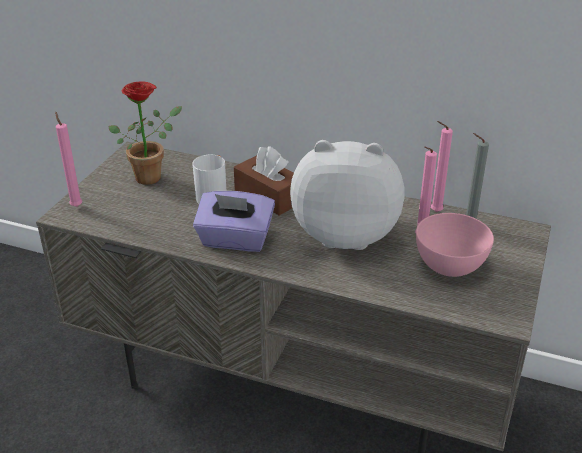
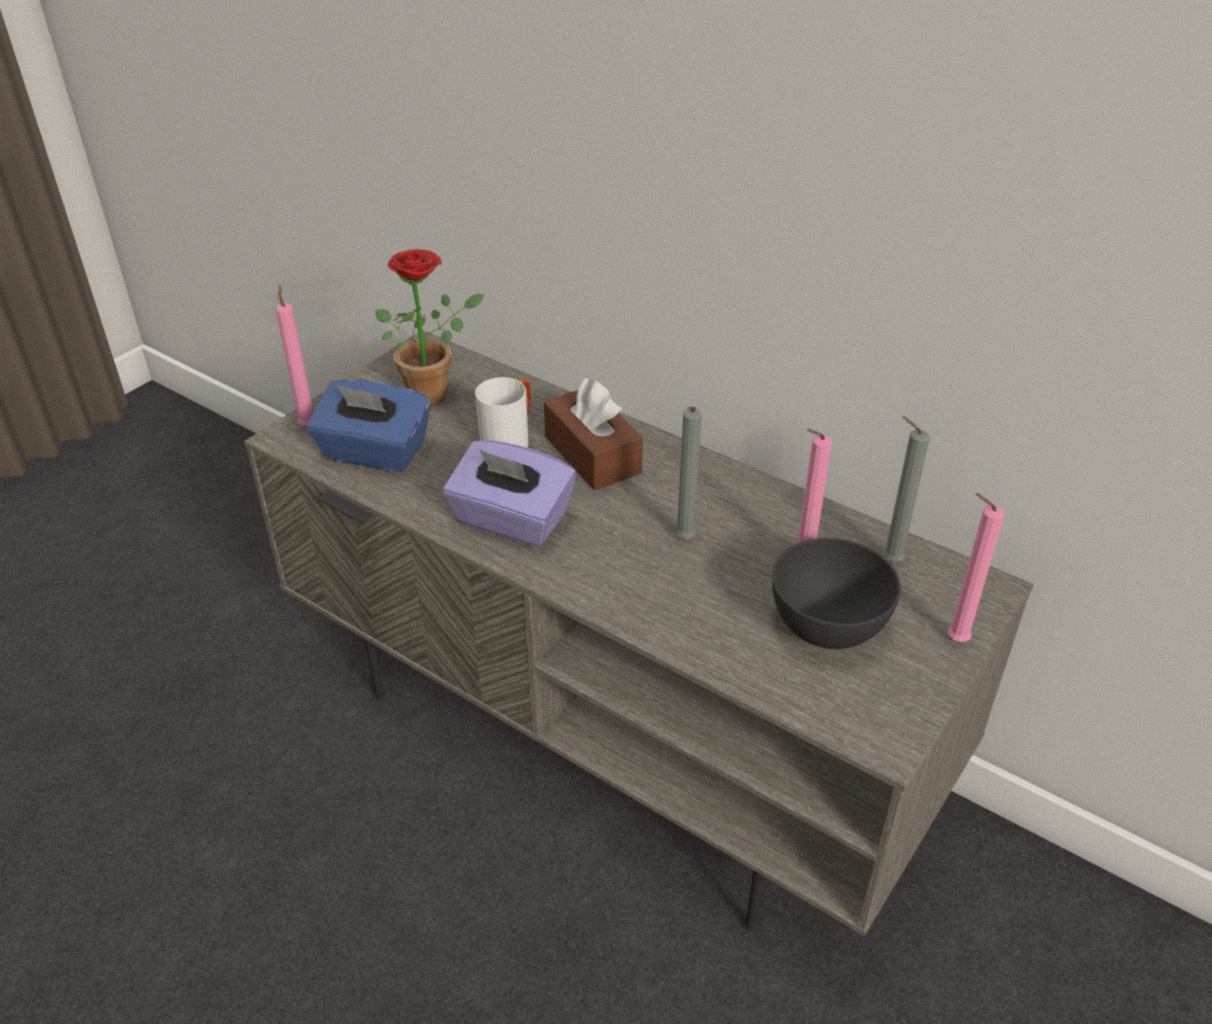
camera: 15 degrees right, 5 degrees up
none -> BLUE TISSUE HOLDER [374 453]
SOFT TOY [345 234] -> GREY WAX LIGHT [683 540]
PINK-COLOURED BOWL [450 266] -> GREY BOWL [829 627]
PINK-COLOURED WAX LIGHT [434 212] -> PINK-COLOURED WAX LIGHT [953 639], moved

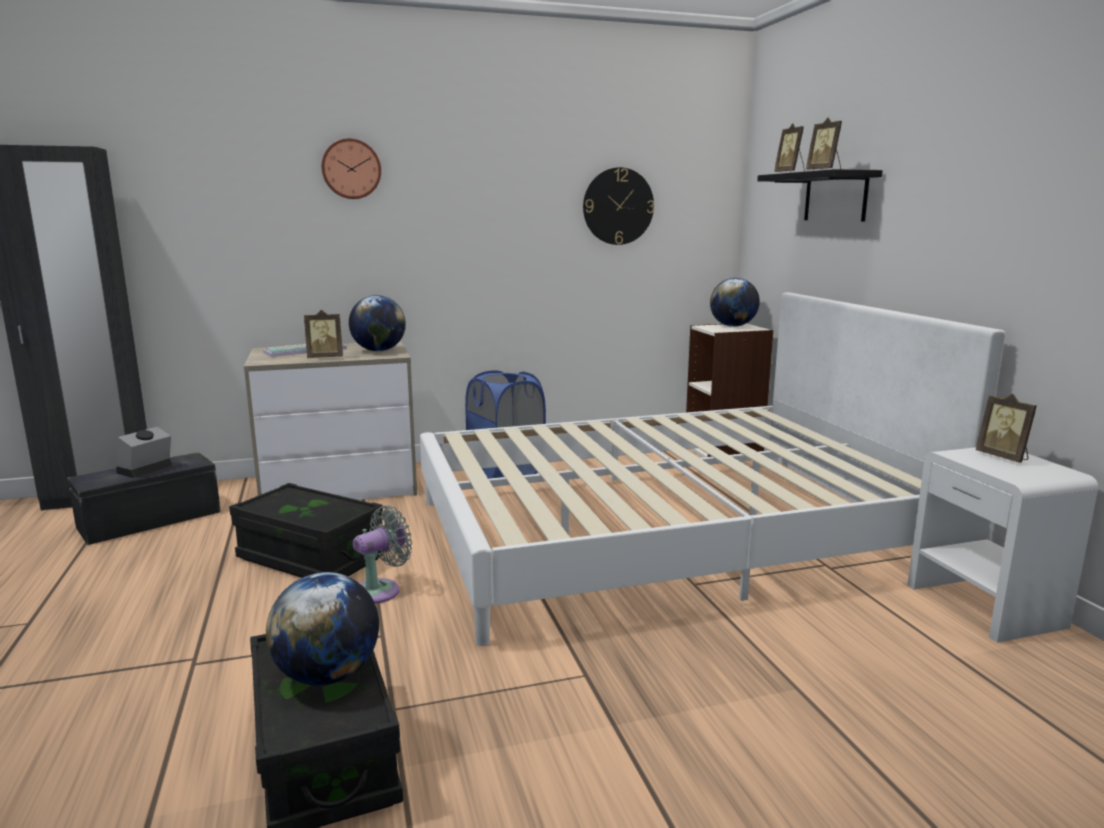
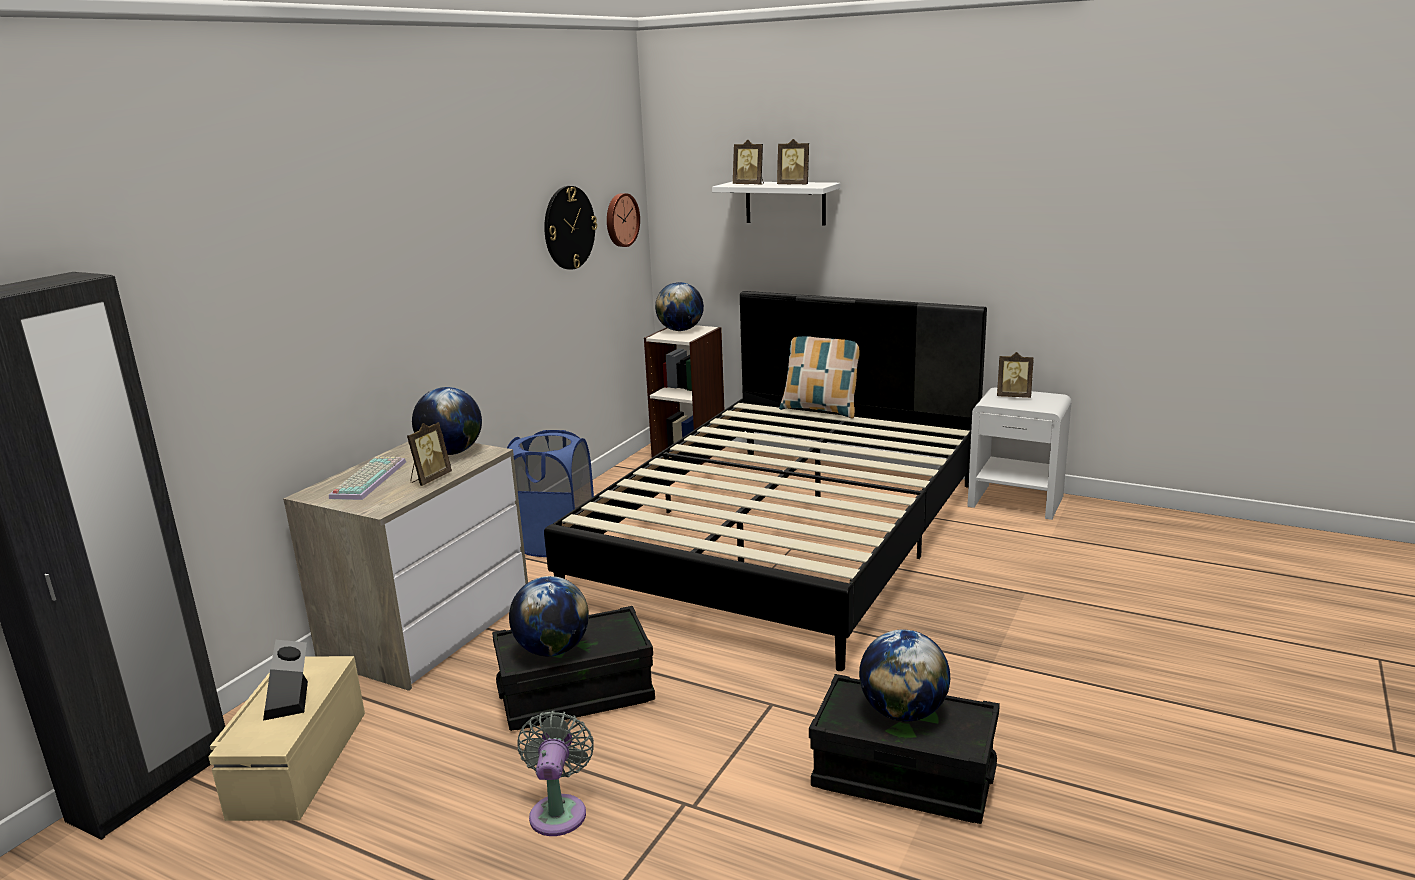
camera: 45 degrees left, 5 degrees up
BLACK STORAGE BIN [149 519] -> BEIGE-COLOURED STORAGE BIN [297 763]
none -> GLOBE [552 650]
GREY ELECTRIC FAN [381 590] -> GREY ELECTRIC FAN [559 811], moved
WHITE SLEEPING BED [667 533] -> BLACK SLEEPING BED [787 537]
HANGING CLOCK [351 169] -> HANGING CLOCK [620 220], moved
BLACK BRACKET SHELF [835 197] -> WHITE BRACKET SHELF [785 203]
none -> CUSHION [821 410]

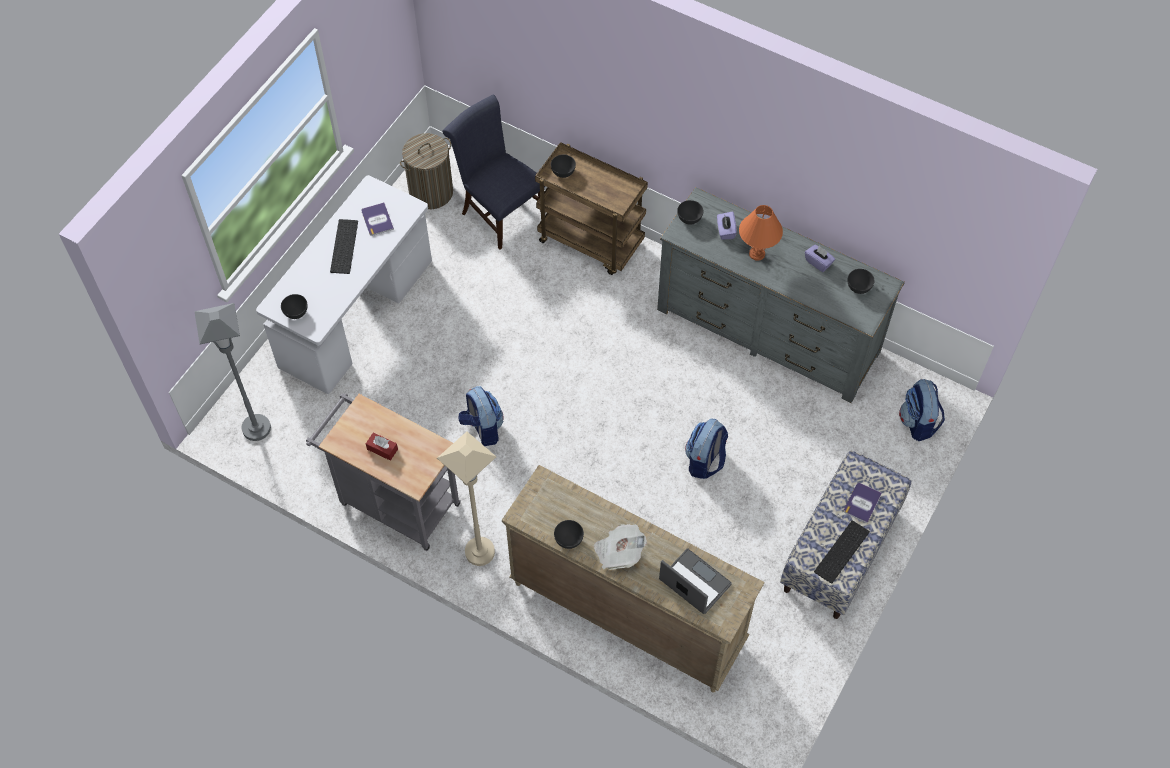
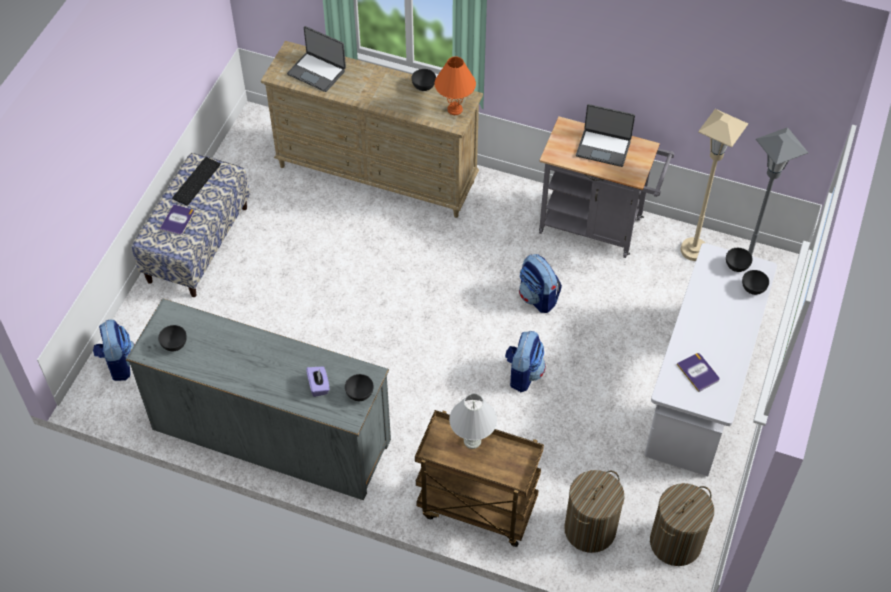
camera: 170 degrees right, 5 degrees down
ORANGE-COLOURED TABLETOP LAMP [757 254] -> ORANGE-COLOURED TABLETOP LAMP [454 109], moved
none -> WHITE TABLETOP LAMP [472 440]
KNAPSACK [705 461] -> KNAPSACK [523 373], moved
BLUE PLAIN CHAIR [499 212] -> LAUNDRY BASKET [590 529]
RED TISSUE HOLDER [382 449] -> PORTABLE COMPUTER [603 148]
BEIGE-COLOURED STANDING LAMP [479 552] -> BEIGE-COLOURED STANDING LAMP [693 250], moved
GREY BOWL [563 172] -> GREY BOWL [753 289], moved
KEYBOARD [343 246] -> none
DAILY PAPER [619 552] -> none
PURPLE TISSUE HOLDER [818 262] -> none

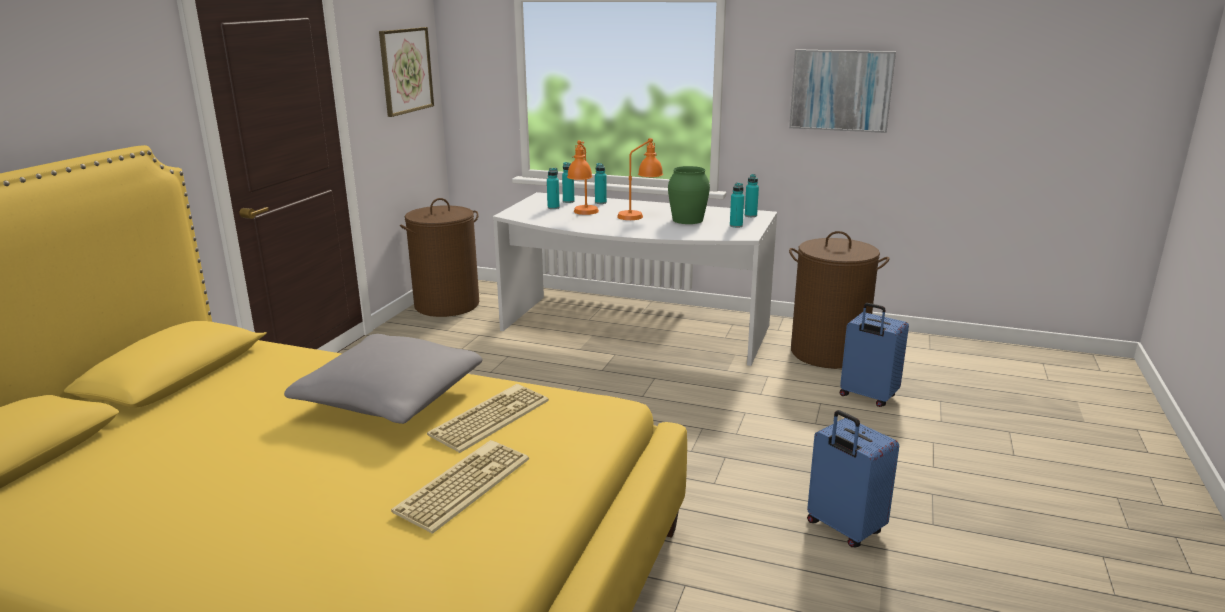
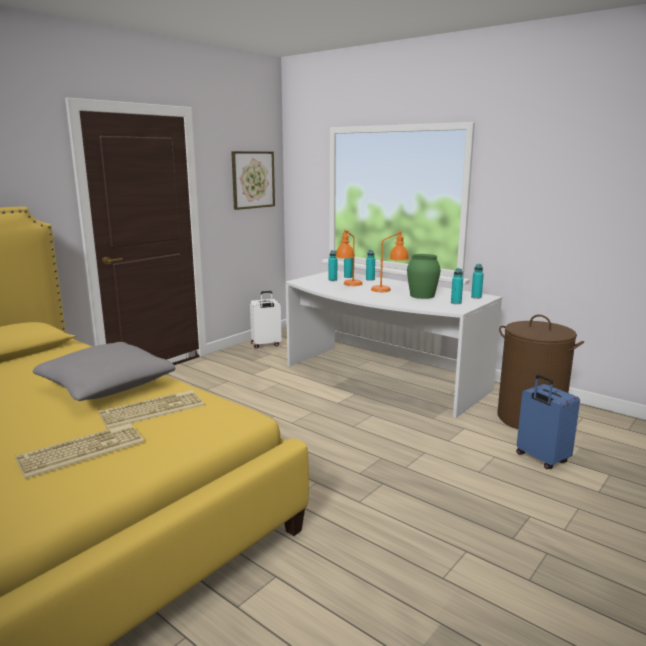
camera: 20 degrees right, 5 degrees down
BROWN-COLOURED LAUNDRY BASKET [447 305] -> WHITE TRAVEL CASE [266 345]
WALL ART [841 90] -> none
BLUE TRAVEL CASE [843 529] -> none

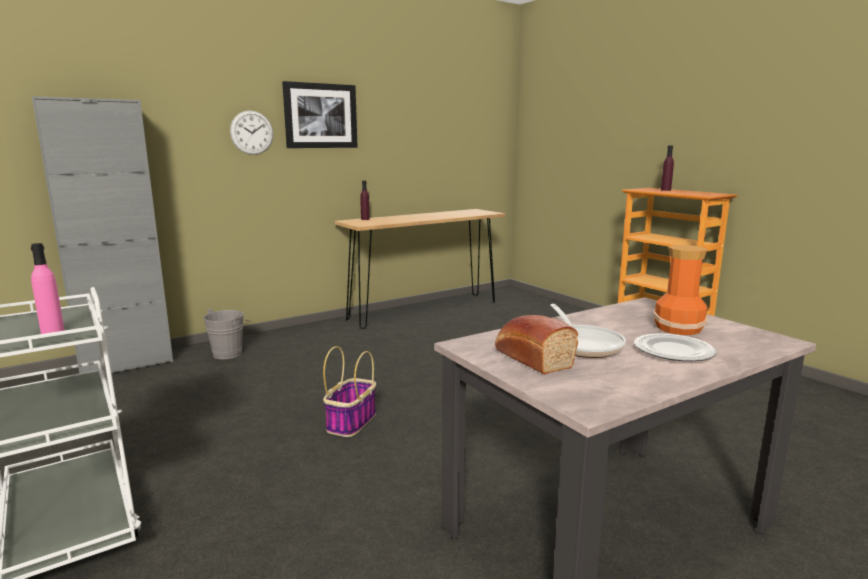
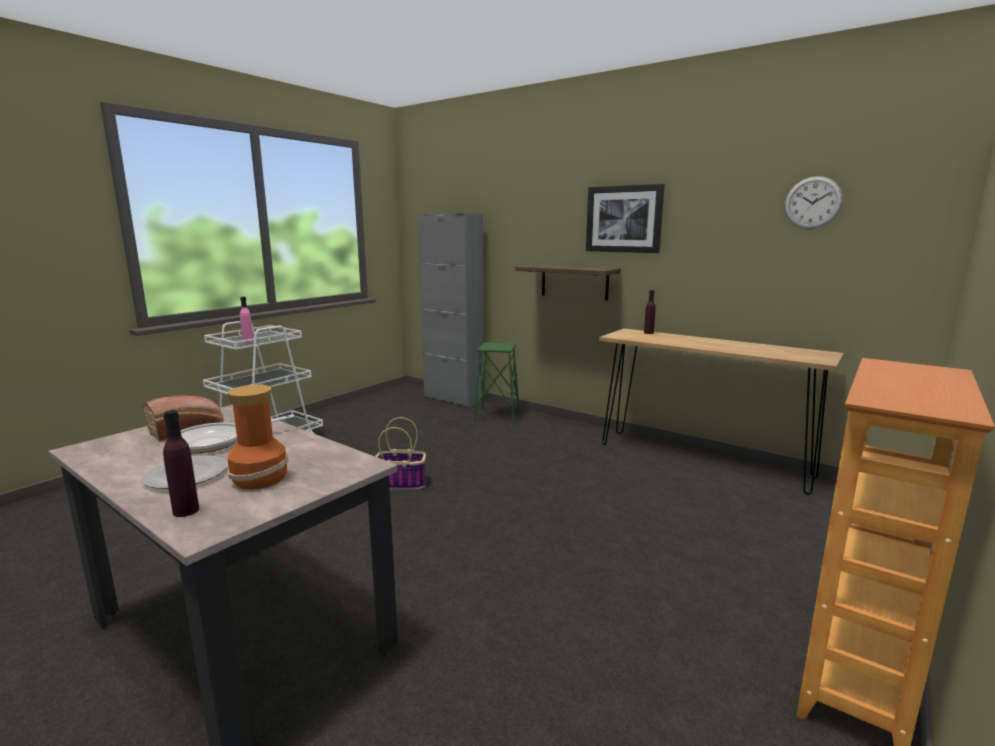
camera: 70 degrees right, 0 degrees up
PURPLE DRINK BOTTLE [665 190] -> PURPLE DRINK BOTTLE [186 511], moved
GREY WATER BUCKET [230 353] -> GREENISH STOOL SEAT [497 416]
none -> BRACKET SHELF [574 282]
HANGING CLOCK [252 132] -> HANGING CLOCK [812 203], moved

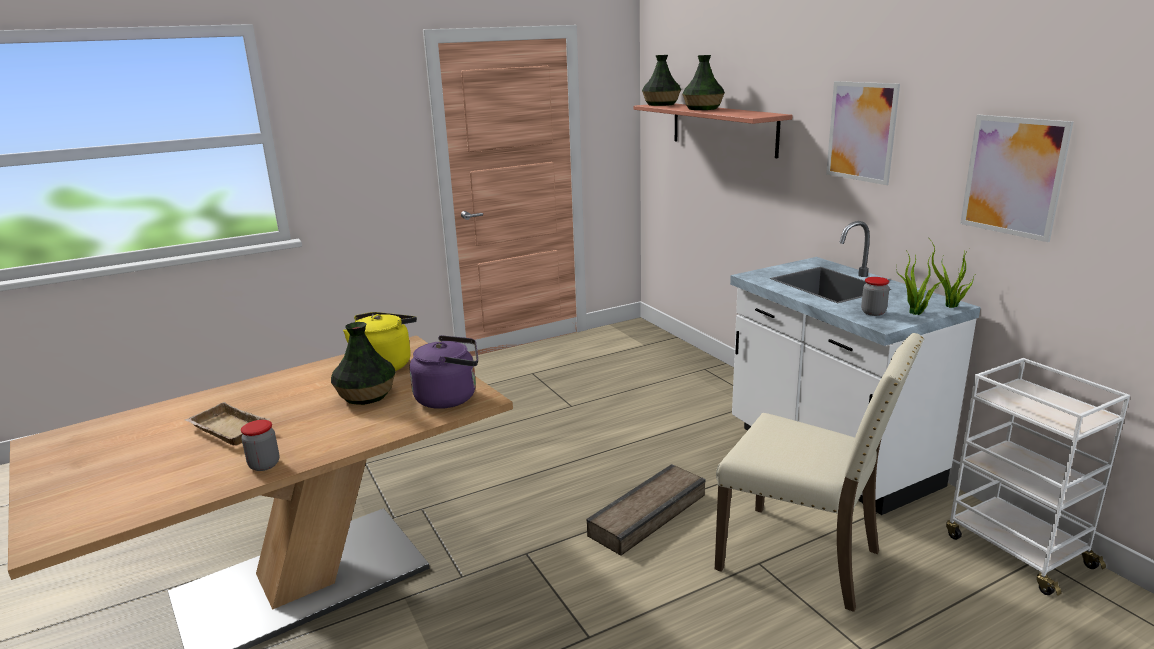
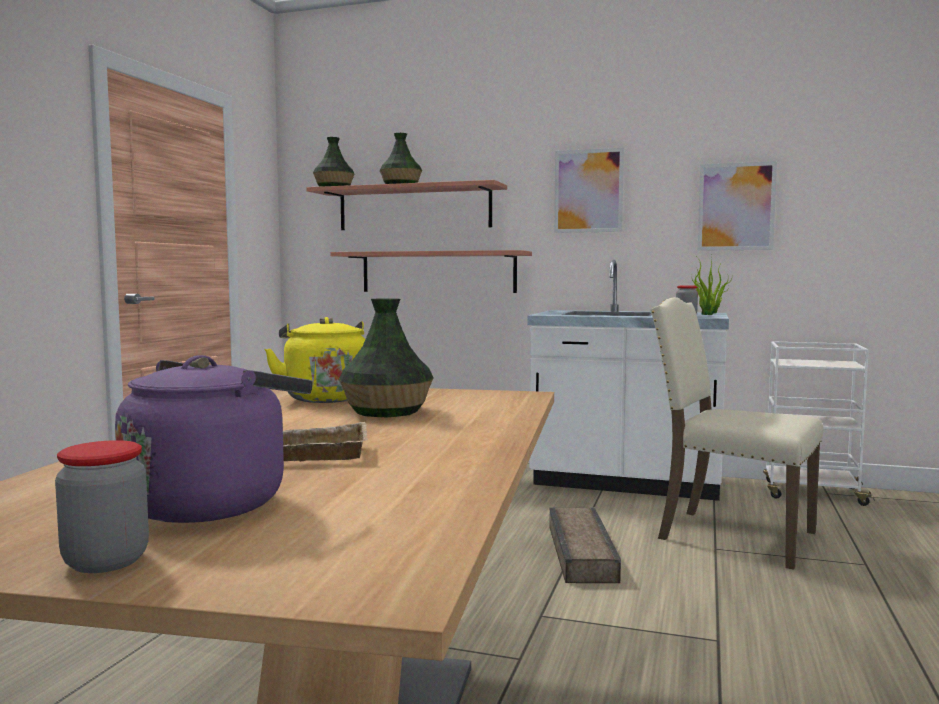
camera: 45 degrees left, 15 degrees down
STORAGE JAR [264 465] -> STORAGE JAR [106 561], moved
PURPLE WATER KETTLE [450 397] -> PURPLE WATER KETTLE [213 503], moved
none -> BRACKET SHELF [438 272]
BEIGE-COLOURED PLAIN CHAIR [803 558] -> BEIGE-COLOURED PLAIN CHAIR [732 536], 135 degrees counterclockwise

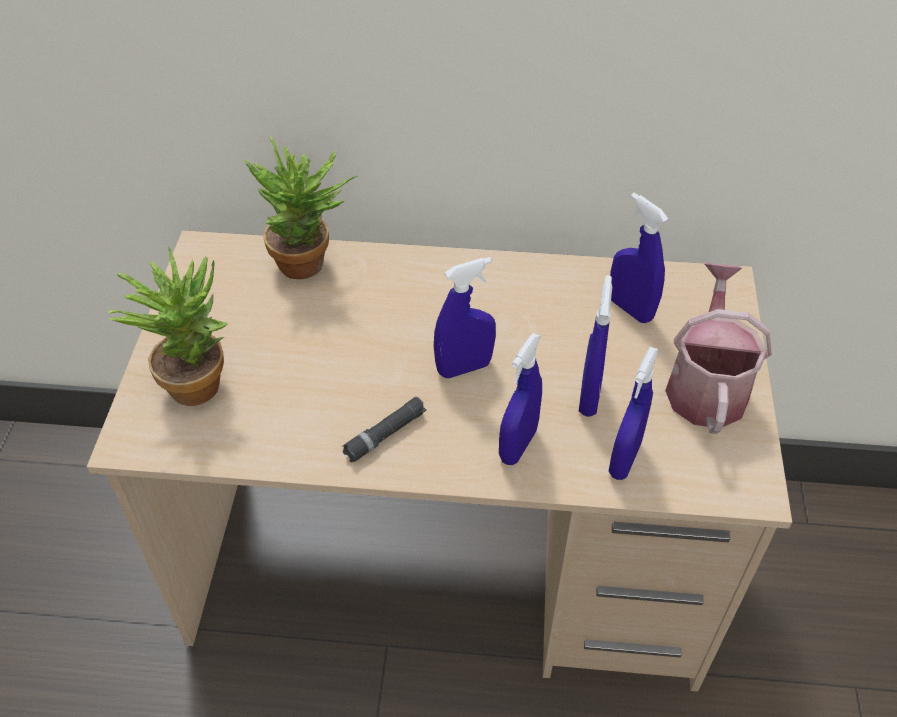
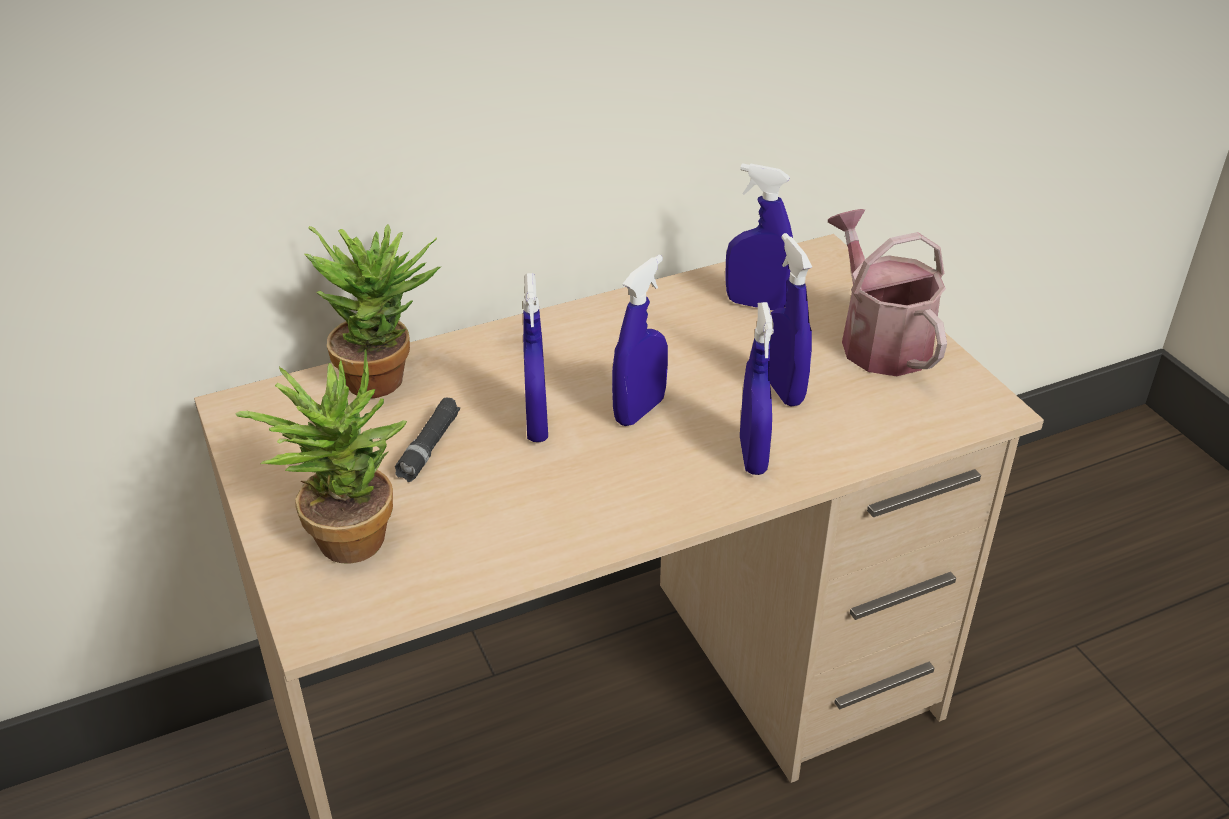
camera: 30 degrees left, 10 degrees down
BLACK TORCH [385 435] -> BLACK TORCH [429 447], moved
BLUE HAND SPRAYER [624 459] -> BLUE HAND SPRAYER [537 425], moved

